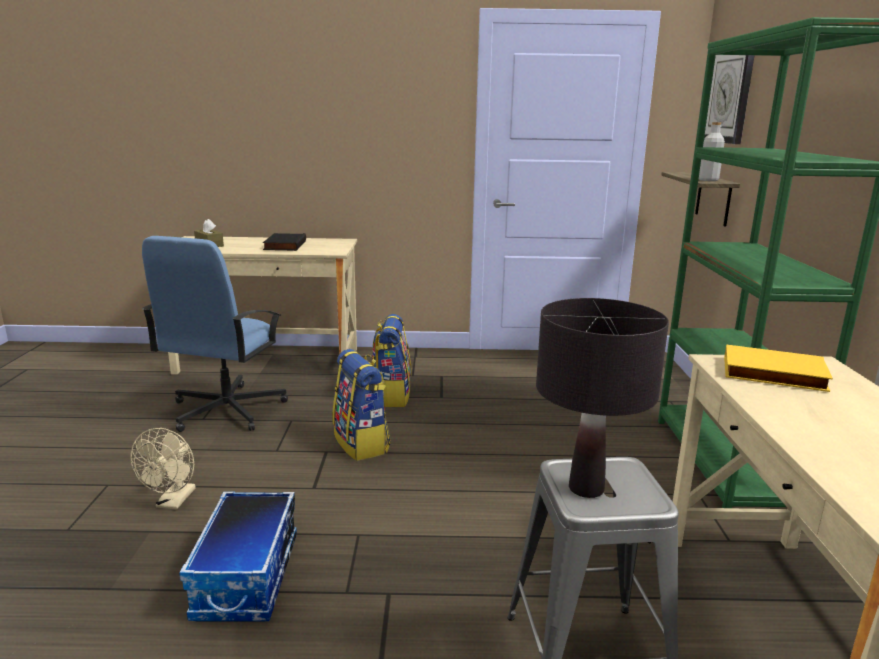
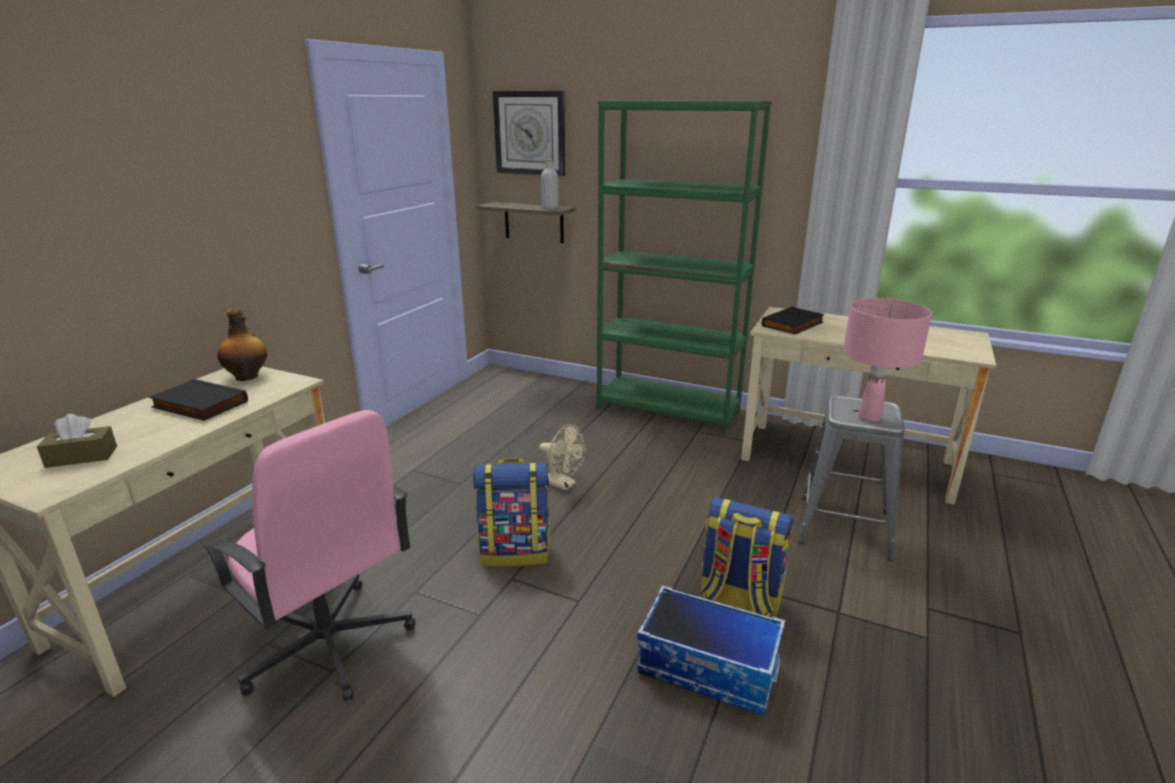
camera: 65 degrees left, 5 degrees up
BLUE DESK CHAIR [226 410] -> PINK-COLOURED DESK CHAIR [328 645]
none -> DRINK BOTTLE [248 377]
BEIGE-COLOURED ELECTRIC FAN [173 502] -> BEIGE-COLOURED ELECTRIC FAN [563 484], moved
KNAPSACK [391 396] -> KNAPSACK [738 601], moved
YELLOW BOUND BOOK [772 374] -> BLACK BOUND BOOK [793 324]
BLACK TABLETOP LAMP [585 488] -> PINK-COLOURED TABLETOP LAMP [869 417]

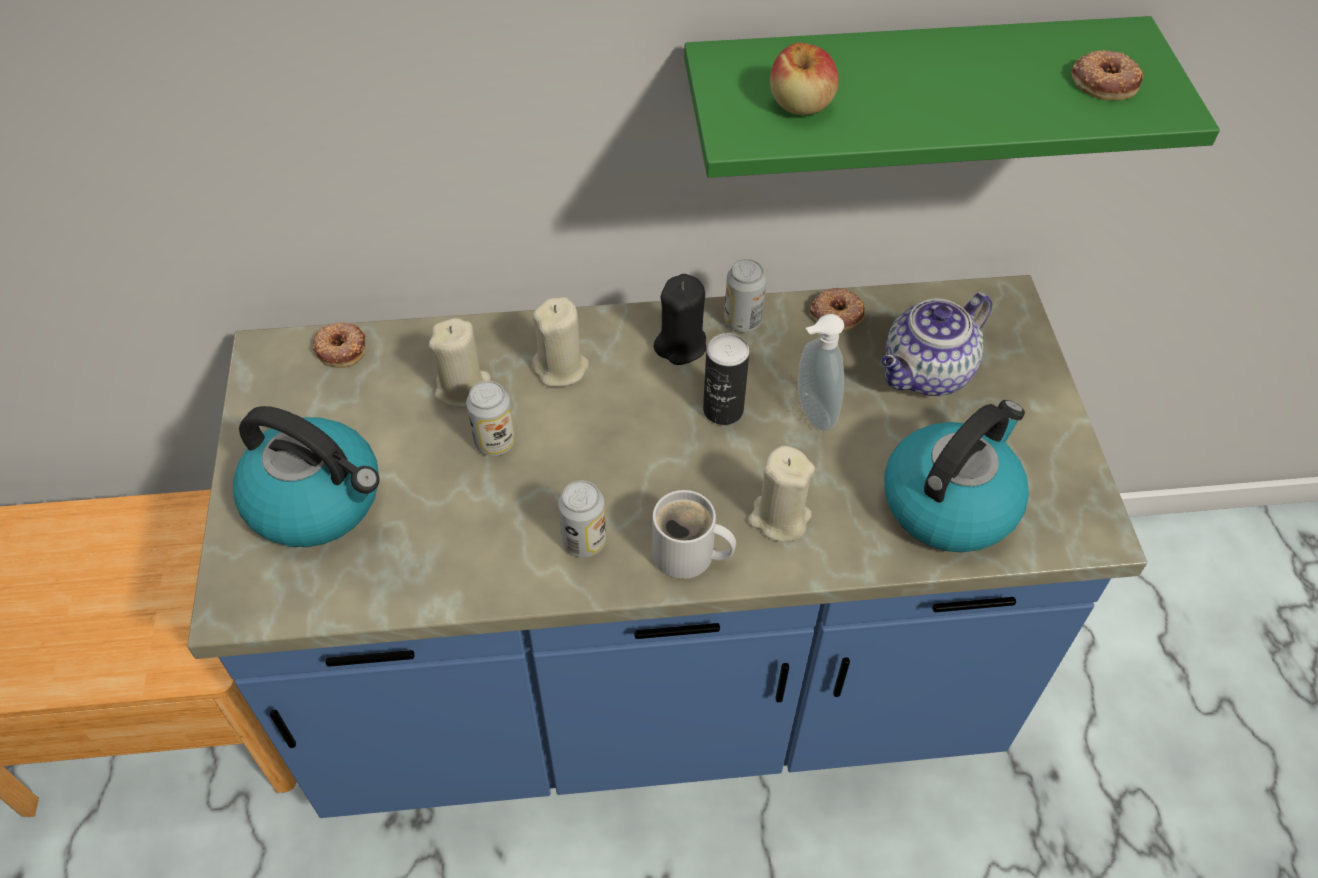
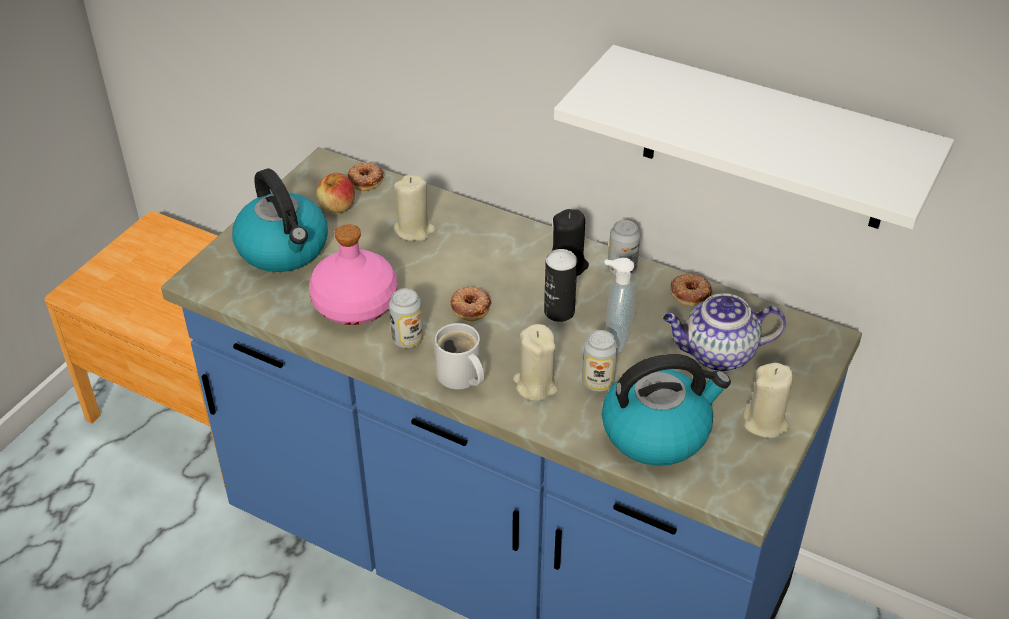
camera: 35 degrees right, 10 degrees down
none -> PINK-COLOURED DRINK BOTTLE [354 304]
APPLE FRUIT [801 104] -> APPLE FRUIT [337 207], moved
DOUGHNUT [1104 81] -> DOUGHNUT [470 306], moved
GREENISH BRACKET SHELF [906 97] -> WHITE BRACKET SHELF [766 140]
CAN [495 442] -> CAN [598 382], moved
BEIGE-COLOURED WAX LIGHT [561 367] -> BEIGE-COLOURED WAX LIGHT [765 422], moved

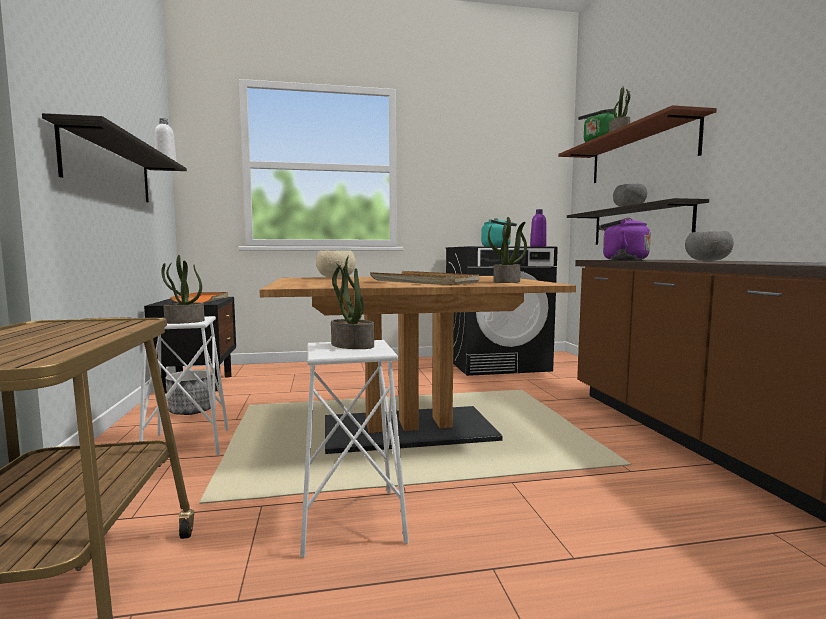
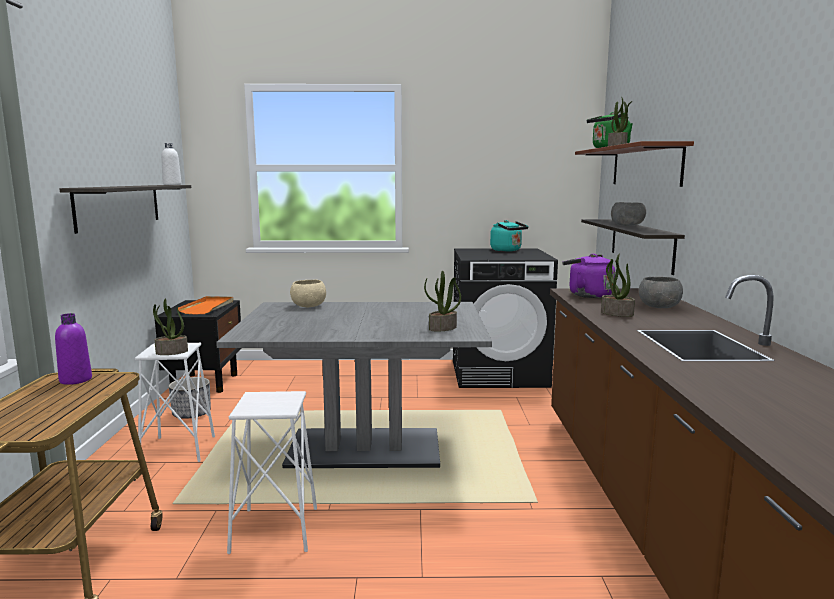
camera: 10 degrees right, 5 degrees up
PURPLE DRINK BOTTLE [538 246] -> PURPLE DRINK BOTTLE [75 380], moved
BROWN-COLOURED DINNER TABLE [408 430] -> GREY DINNER TABLE [364 449]
HOUSEPLANT [351 345] -> HOUSEPLANT [616 313], moved
BEIGE-COLOURED CARRYING TRAY [425 282] -> none

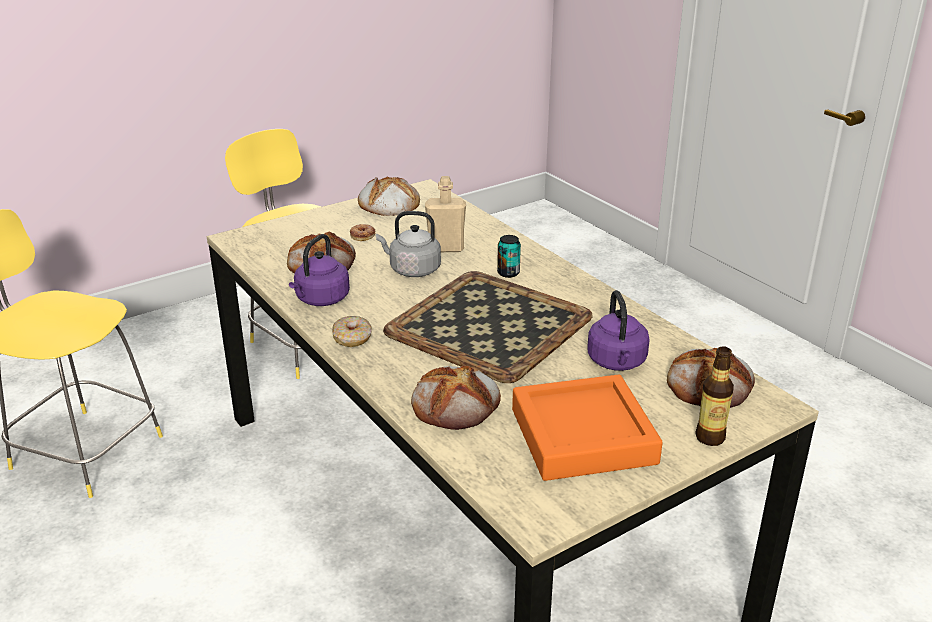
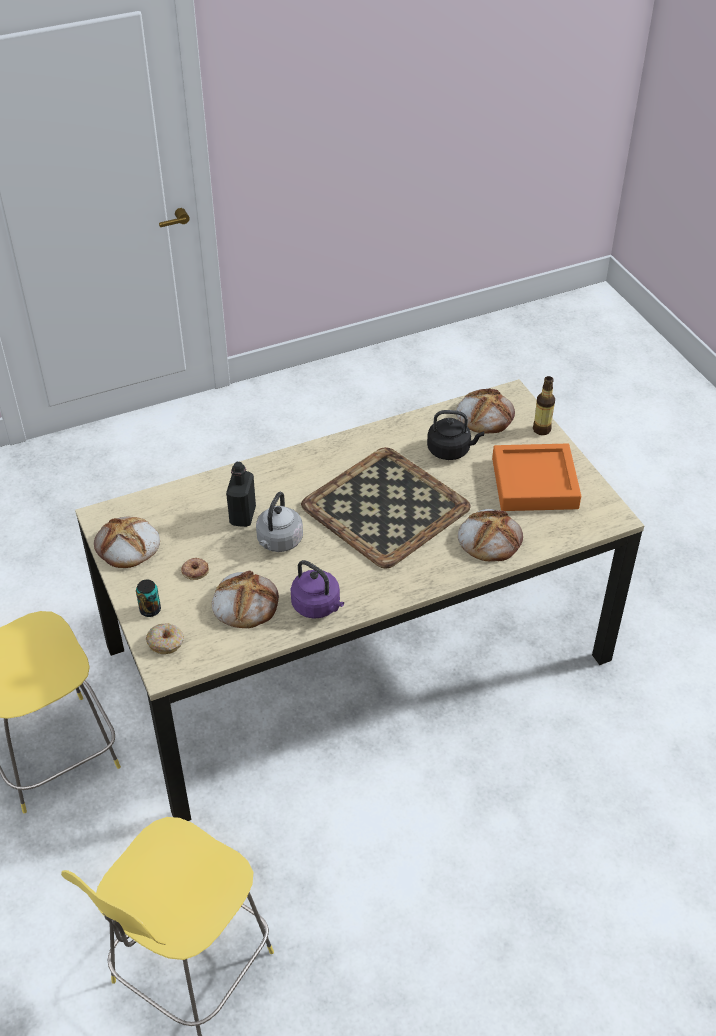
camera: 80 degrees left, 15 degrees up
CAN [508 273] -> CAN [150 610], moved
DOUGHNUT [352 338] -> DOUGHNUT [166 642], moved
BEIGE-COLOURED DRINK BOTTLE [445 248] -> BLACK DRINK BOTTLE [243 516]
PURPLE WATER KETTLE [617 362] -> BLACK WATER KETTLE [451 450]

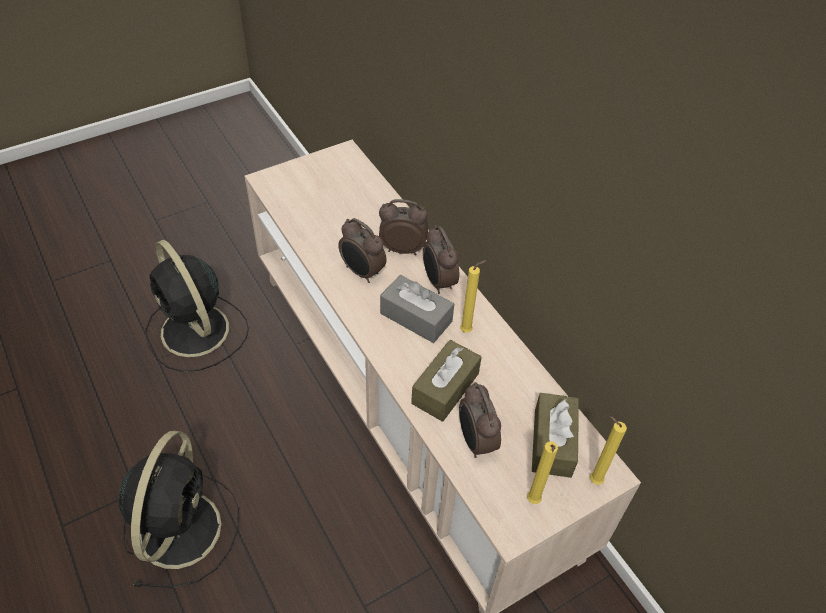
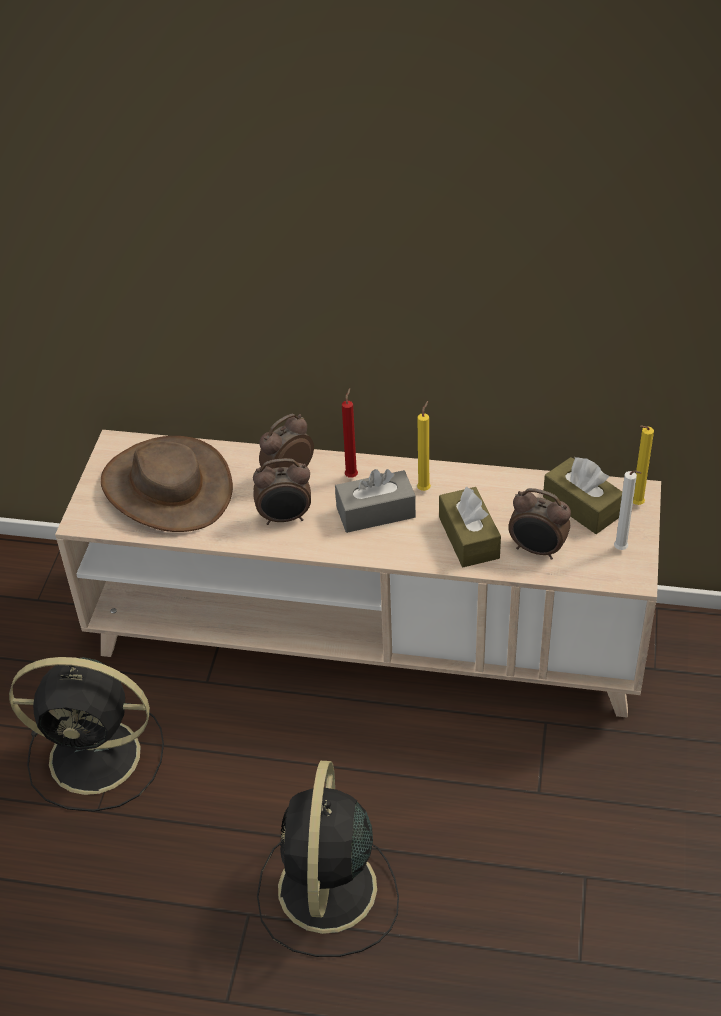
camera: 45 degrees left, 5 degrees down
none -> BROWN-COLOURED CLOTHING HAT [167 487]
BLACK ELECTRIC FAN [181 526] -> BLACK ELECTRIC FAN [327 892], 135 degrees counterclockwise
TABLE CLOCK [438 282] -> RED WAX LIGHT [352 475]
YELLOW WAX LIGHT [533 502] -> WHITE WAX LIGHT [622 550]

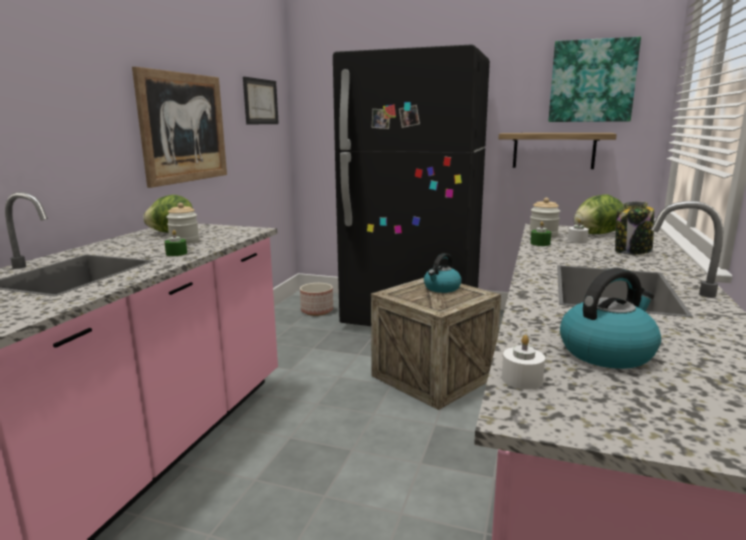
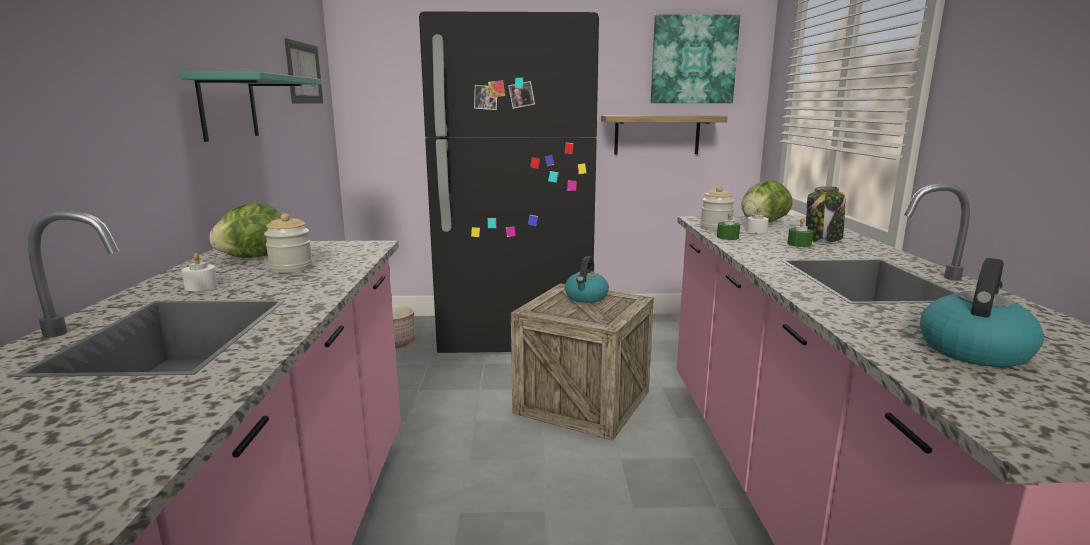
camera: 20 degrees left, 0 degrees up
WALL ART [184 128] -> TURQUOISE BRACKET SHELF [228 107]
WHITE WAX LIGHT [522 379] -> WHITE WAX LIGHT [201 286], moved
GREENISH WAX LIGHT [176 253] -> GREENISH WAX LIGHT [799 244], moved

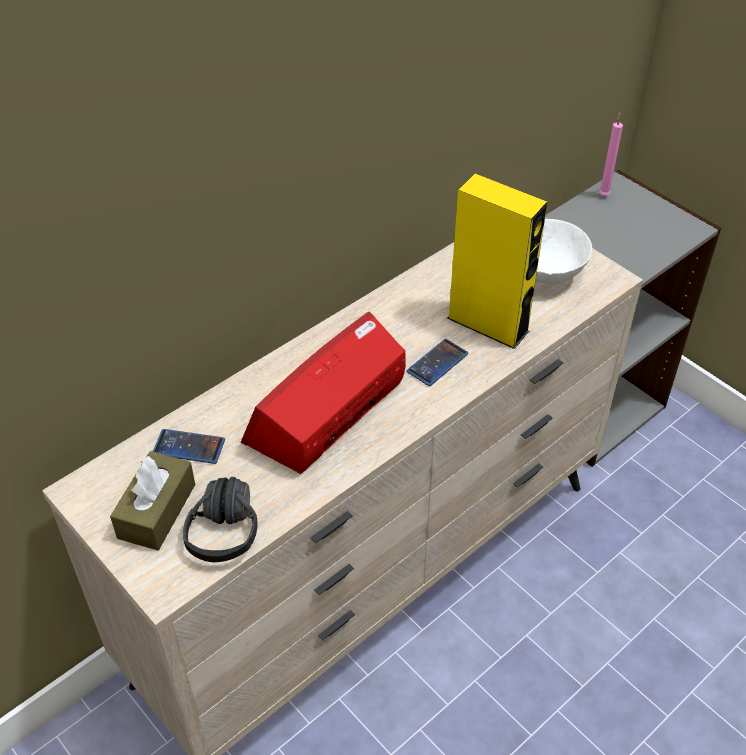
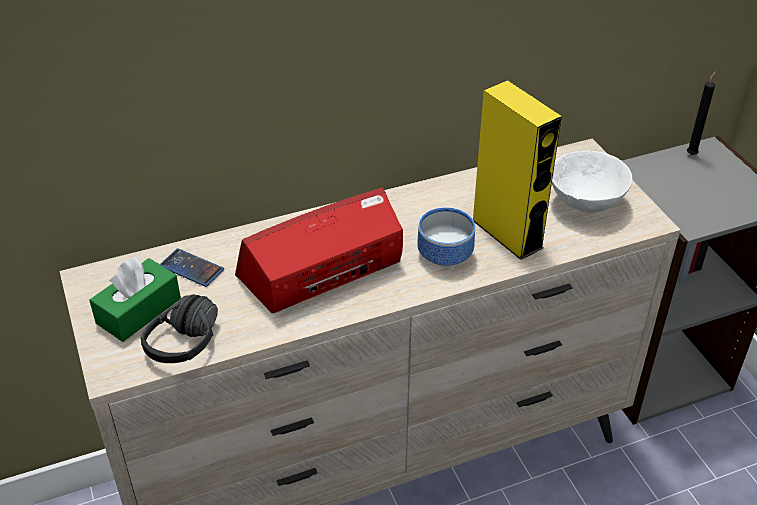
camera: 20 degrees right, 5 degrees down
BROWN-COLOURED TISSUE HOLDER [157 511] -> GREENISH TISSUE HOLDER [139 311]
HANDSET [437 363] -> BOWL [442 254]
PINK-COLOURED WAX LIGHT [604 194] -> BLACK WAX LIGHT [692 154]

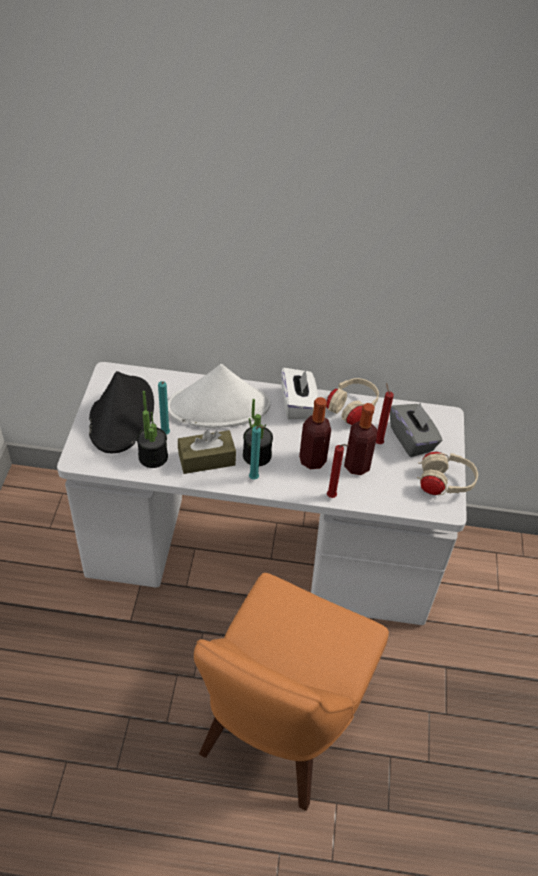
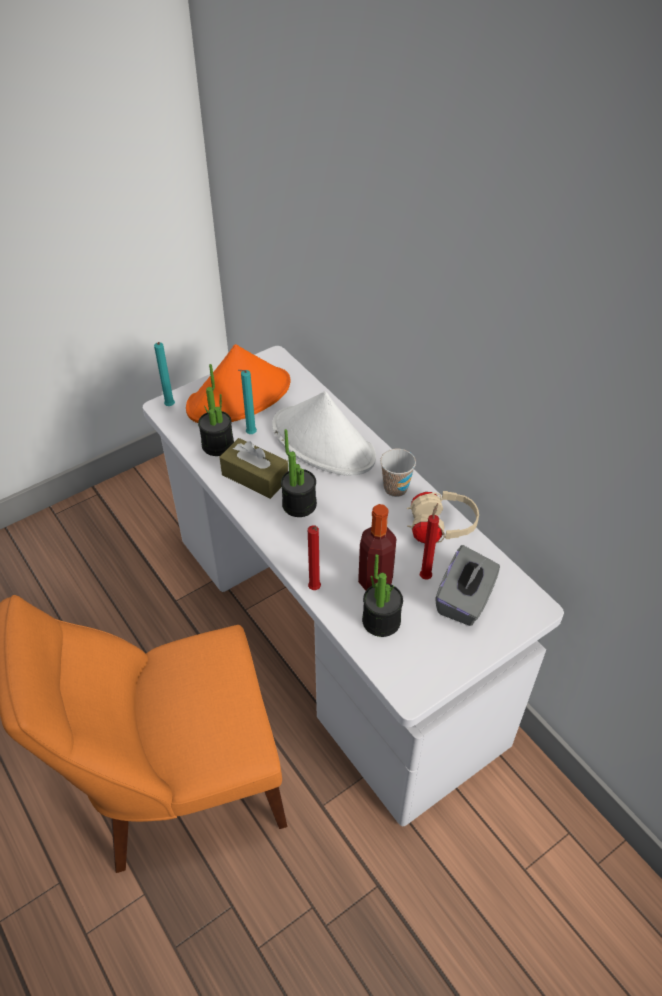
camera: 50 degrees right, 0 degrees up
TURQUOISE WAX LIGHT [255 479] -> TURQUOISE WAX LIGHT [170 407], moved
BLACK CLOTHING HAT [121 415] -> ORANGE-COLOURED CLOTHING HAT [239 396]
none -> HOUSEPLANT [381 620]
WHITE TISSUE HOLDER [298 404] -> CUP [395 488]
DRINK BOTTLE [312 460] -> none
BEIGE-COLOURED PAIR OF HEADPHONES [443 484] -> none

